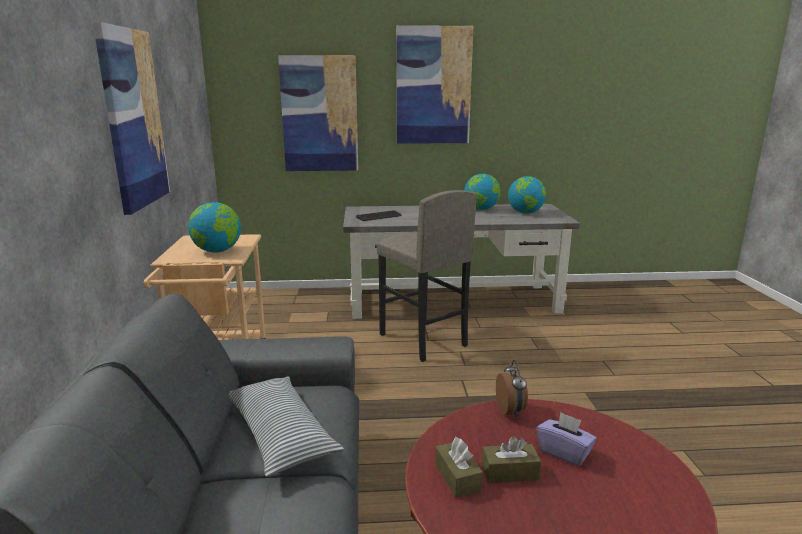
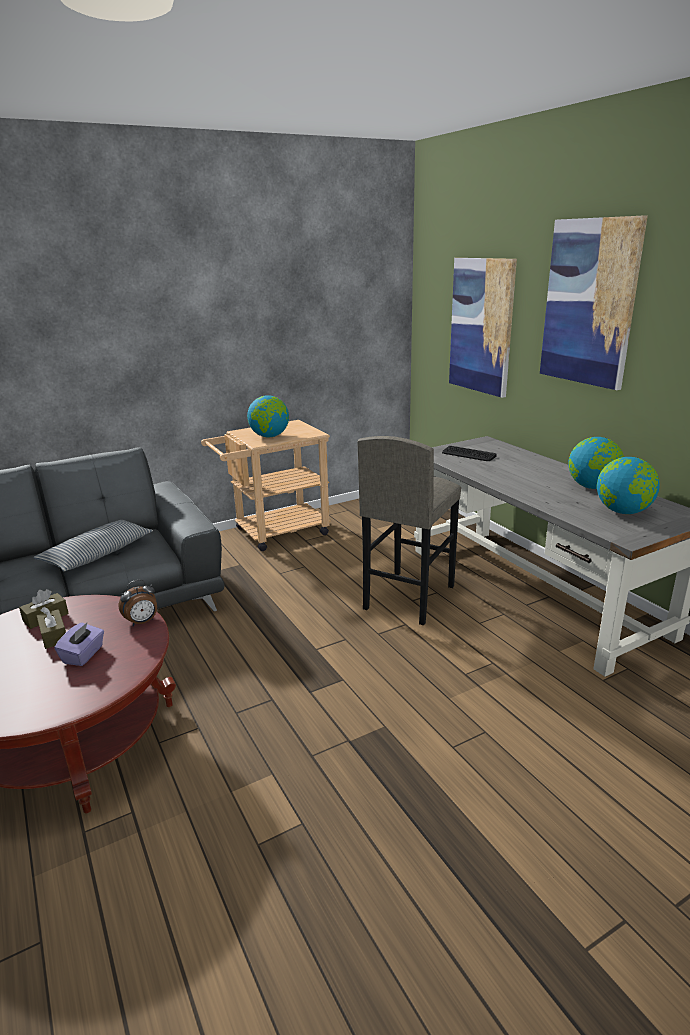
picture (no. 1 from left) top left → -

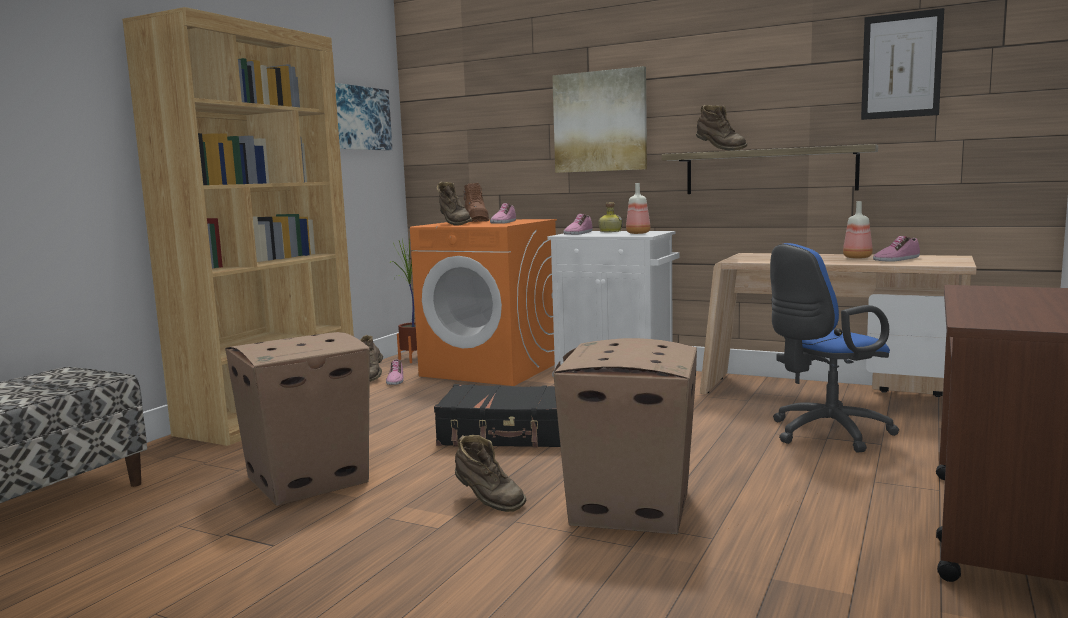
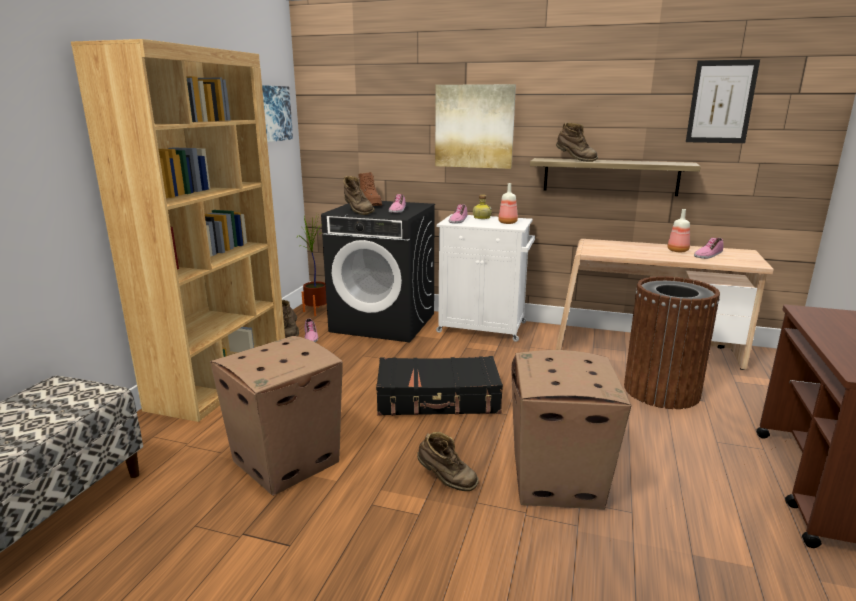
orange washing machine centre → black washing machine centre
blue office chair middle right → brown trash can middle right

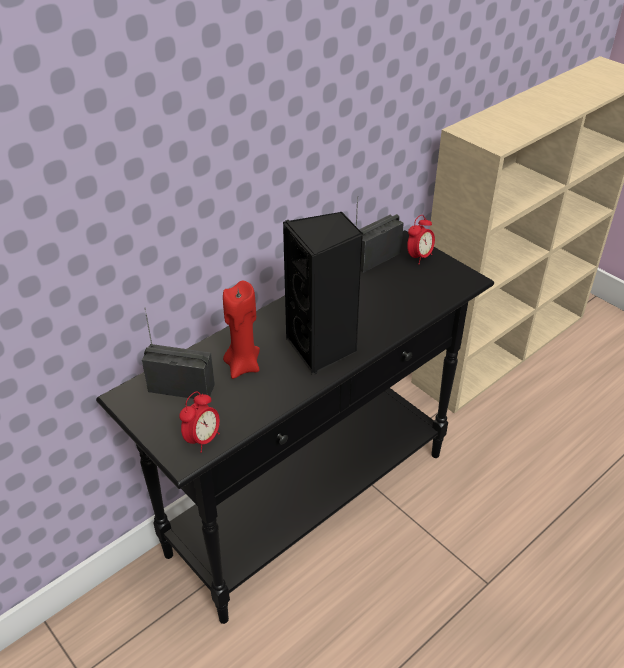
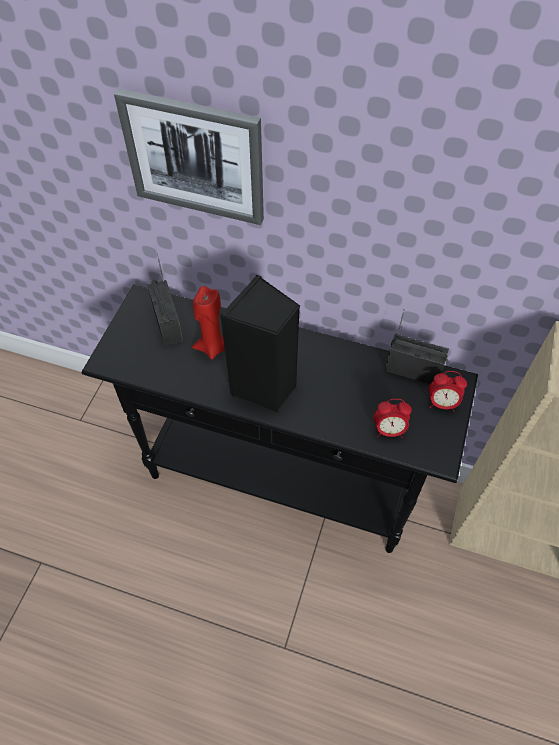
alarm clock (no. 1 from left) middle left → alarm clock (no. 1 from left) middle right, relocated
- → picture top centre

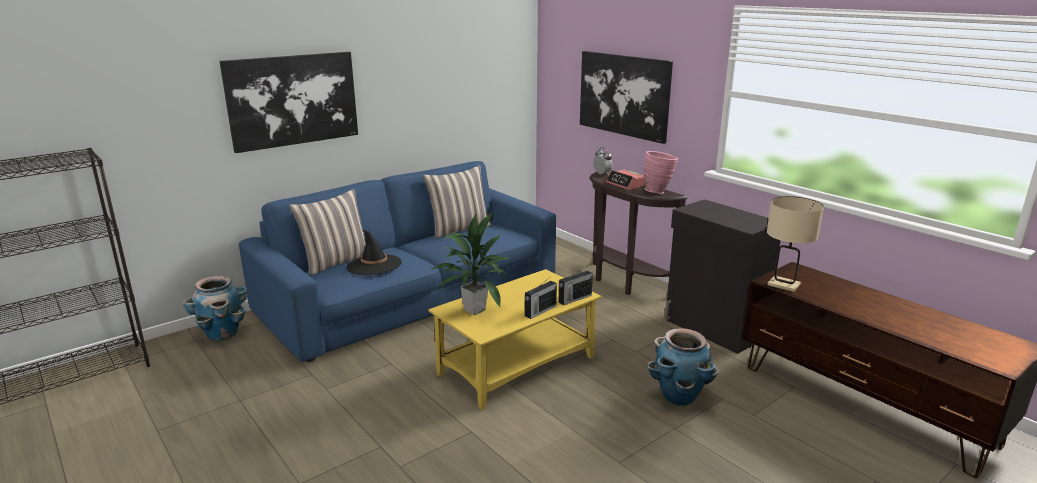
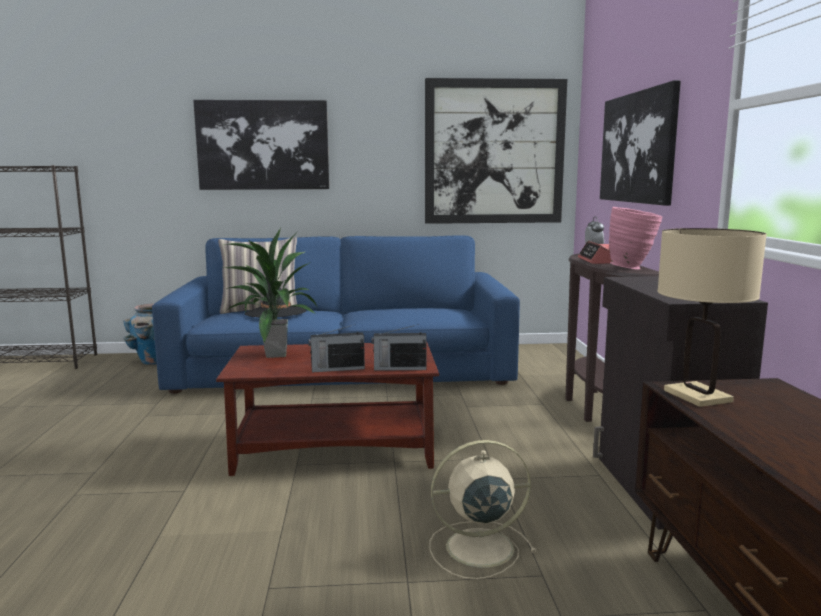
pillow (no. 2 from left) centre → -
yellow coffee table bottom centre → brown coffee table centre
planter (no. 2 from left) bottom centre → beige fan bottom centre
- → picture (no. 2 from left) top centre

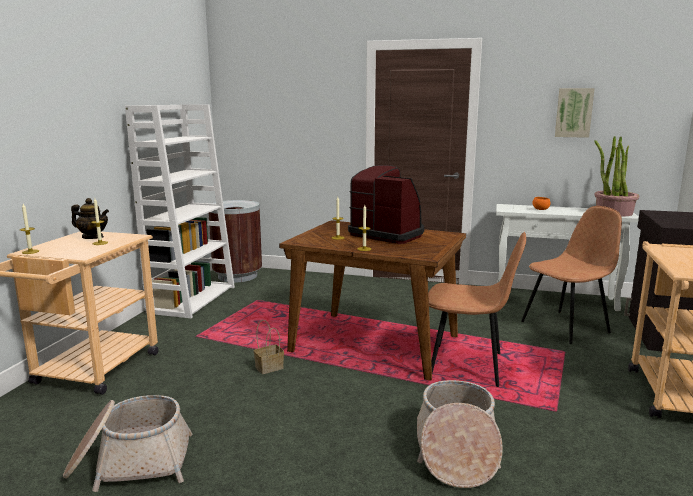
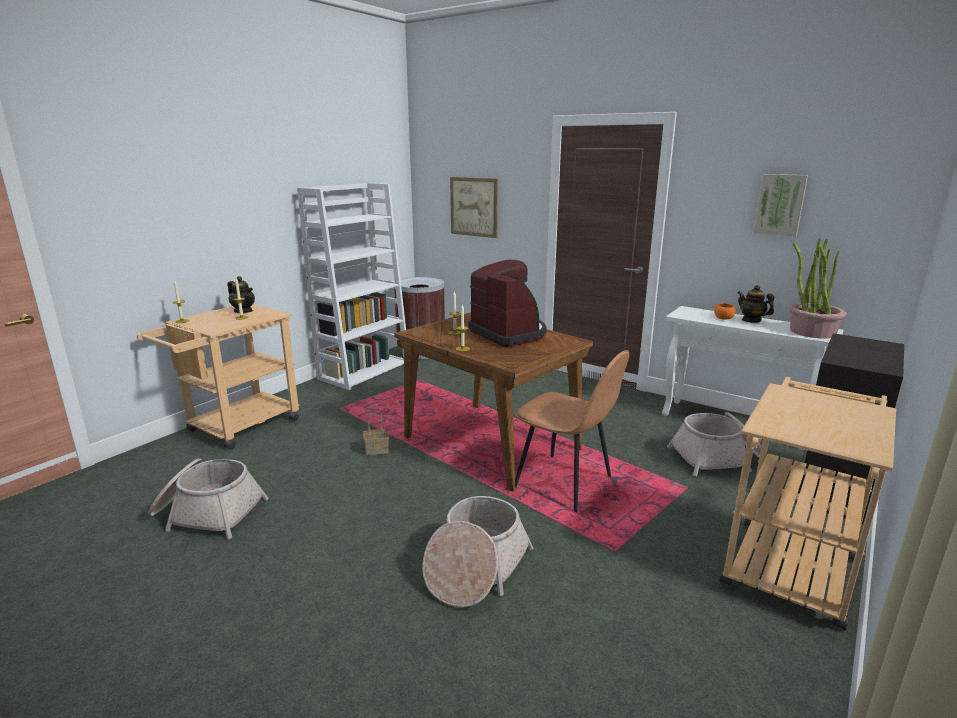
brown chair (no. 2 from left) middle right → basket (no. 4 from left) middle right
- → picture (no. 1 from left) top centre
- → teapot (no. 2 from left) middle right

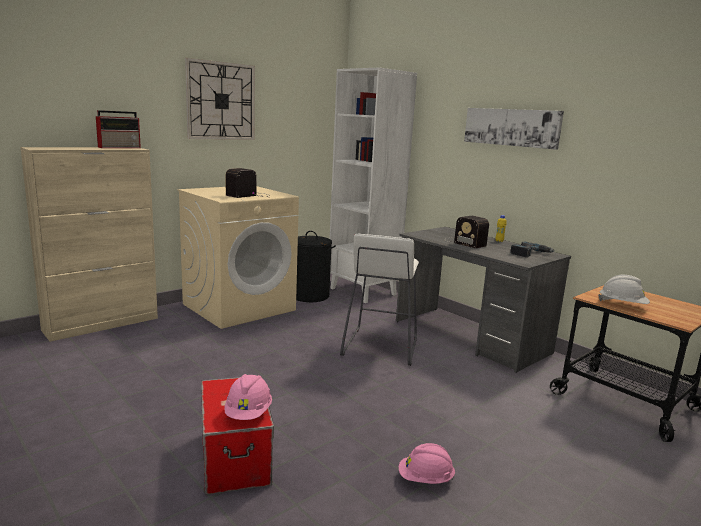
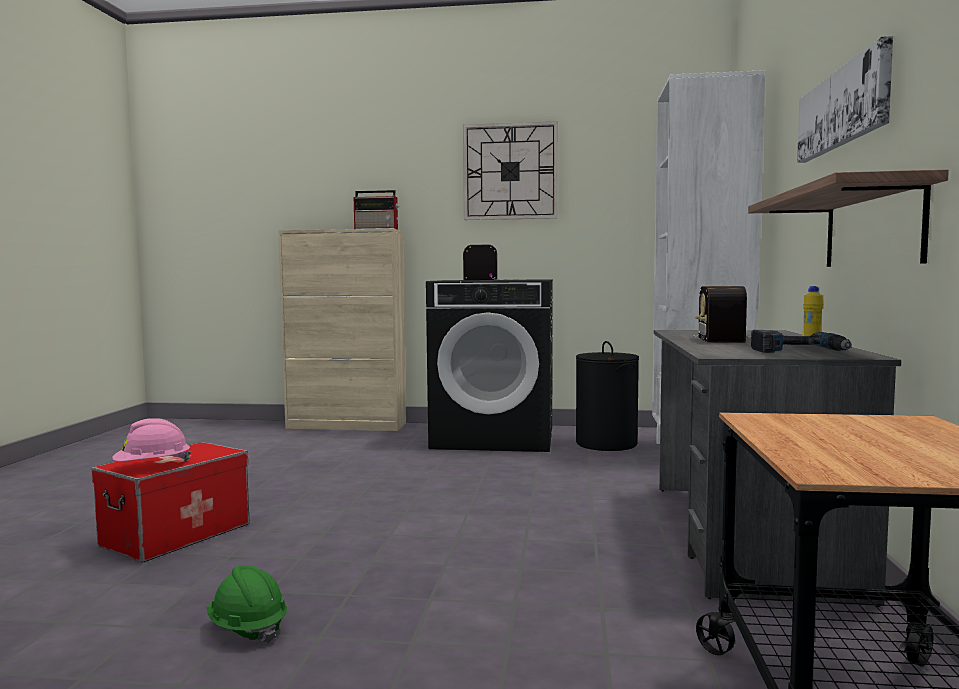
beige washing machine centre → black washing machine centre
white stool centre → -
pink hard hat (no. 2 from left) bottom centre → green hard hat bottom left
white hard hat middle right → -
- → shelf top right

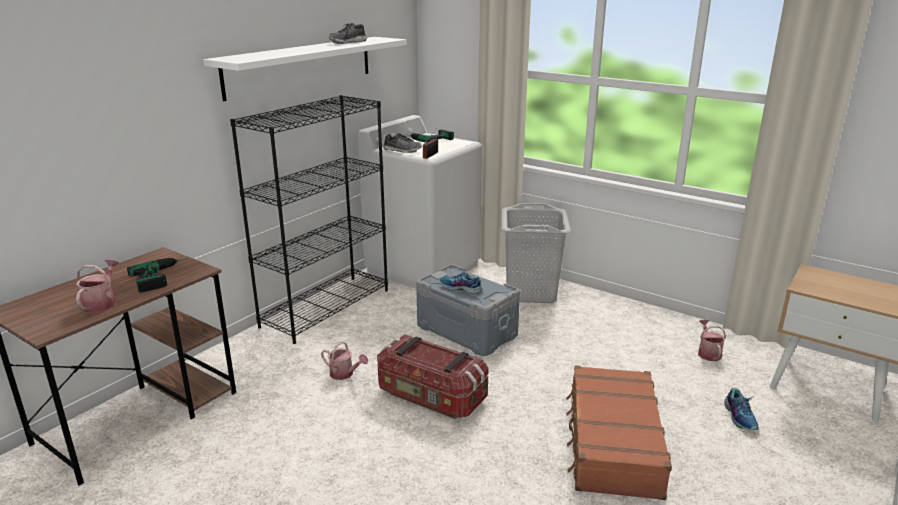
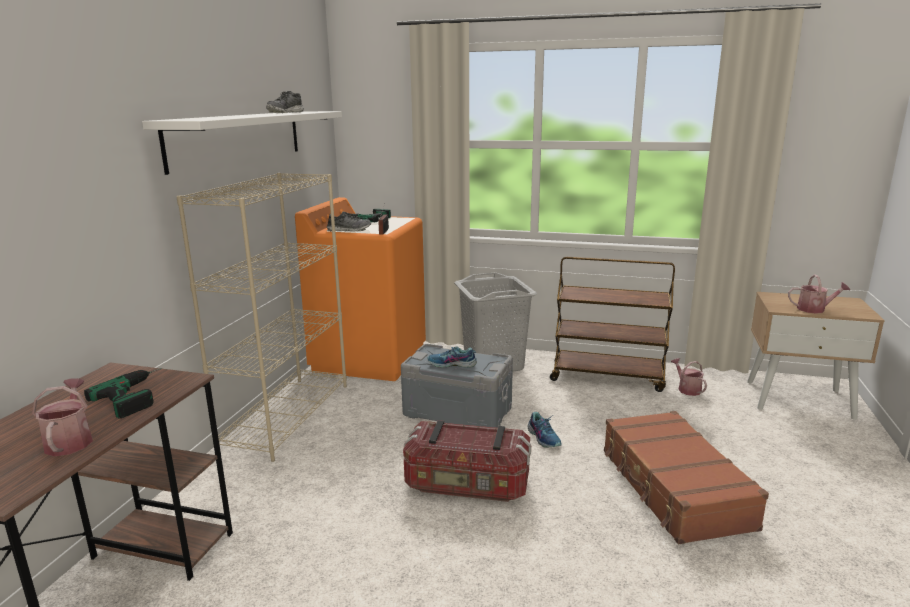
black bookcase centre → beige bookcase middle left
watering can (no. 2 from left in the first image) bottom centre → watering can (no. 3 from left) middle right, relocated
white washing machine centre → orange washing machine centre
shoe (no. 4 from left) bottom right → shoe (no. 4 from left) bottom centre, relocated
- → brown cart middle right

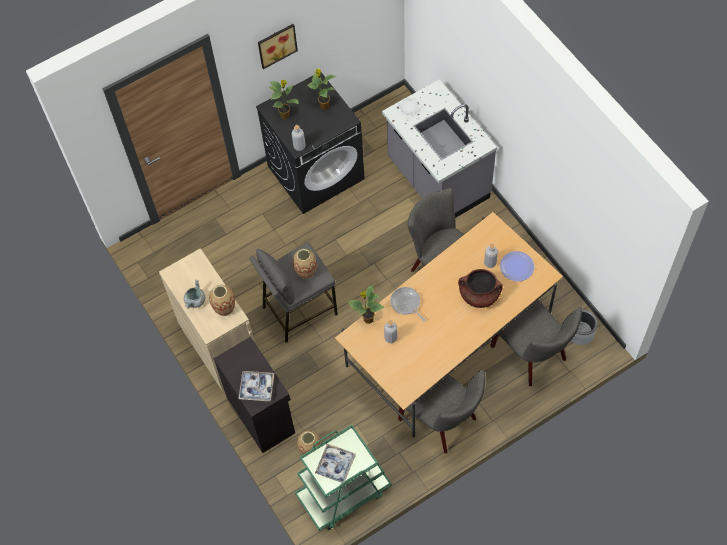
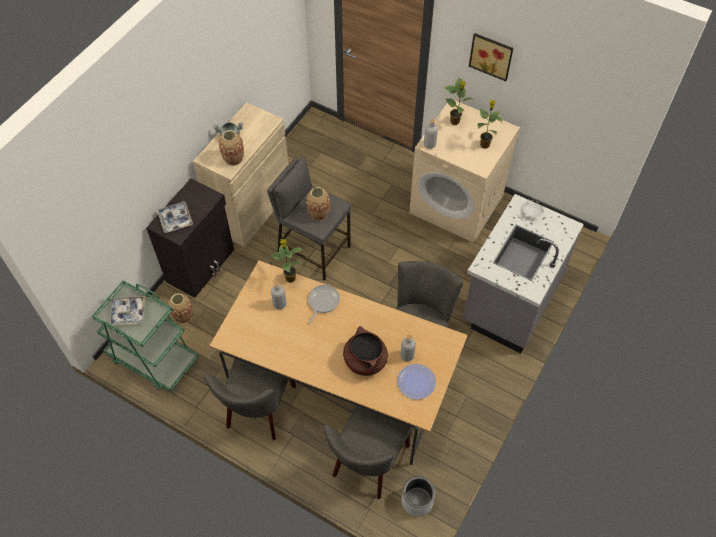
black washing machine top centre → beige washing machine top centre

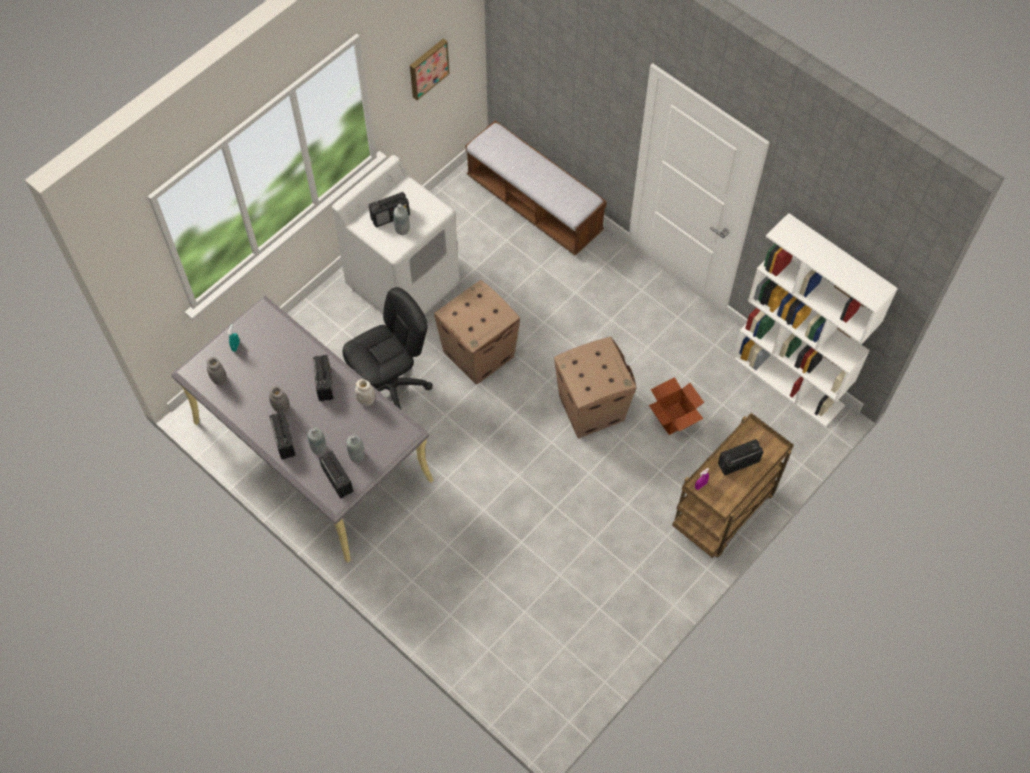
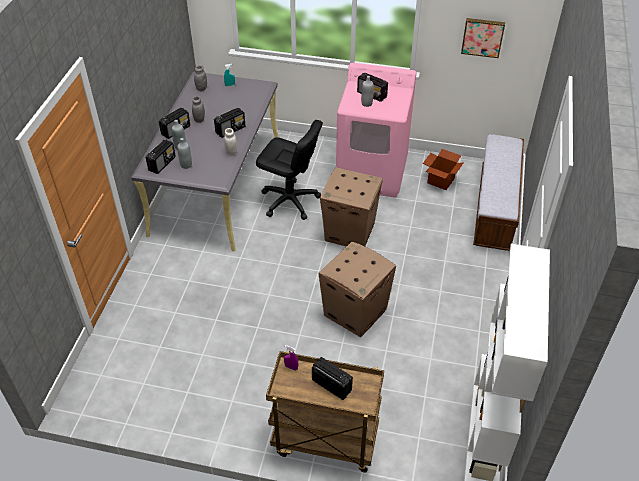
white washing machine top centre → pink washing machine top centre
cardboard box (no. 3 from left) centre → cardboard box (no. 3 from left) middle right, relocated

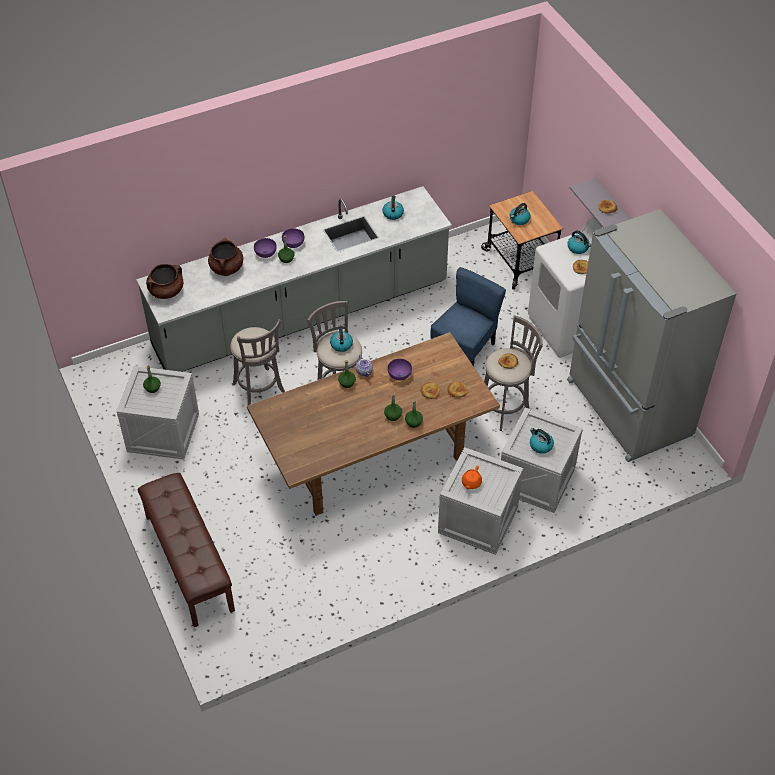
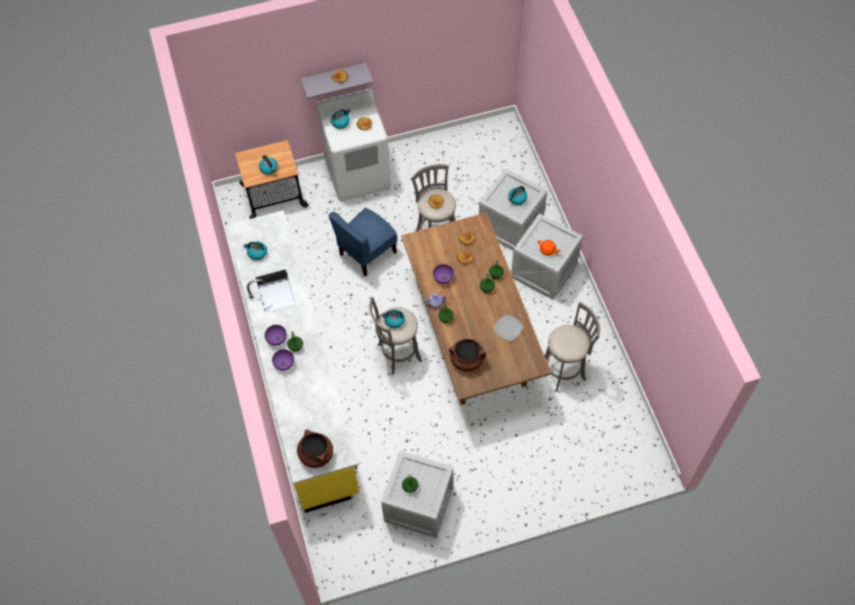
grey counter centre → yellow counter centre
brown bench bottom left → -
brown cooking pot (no. 2 from left) top left → brown cooking pot (no. 2 from left) centre, relocated
grey stool (no. 1 from left in the first image) middle left → grey stool (no. 3 from left) middle right, relocated
blue chair centre, 90 degrees counterclockwise
grey fridge middle right → -
- → plate centre

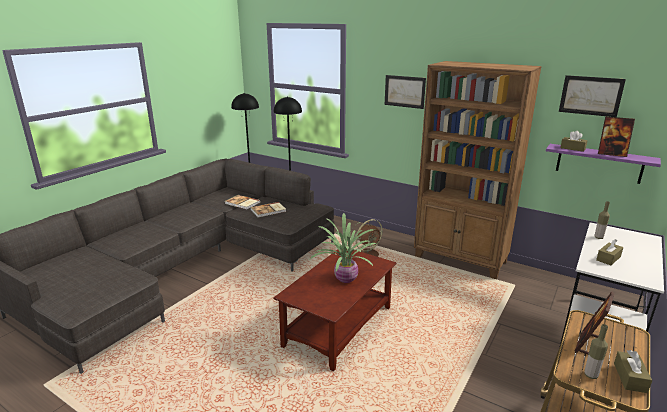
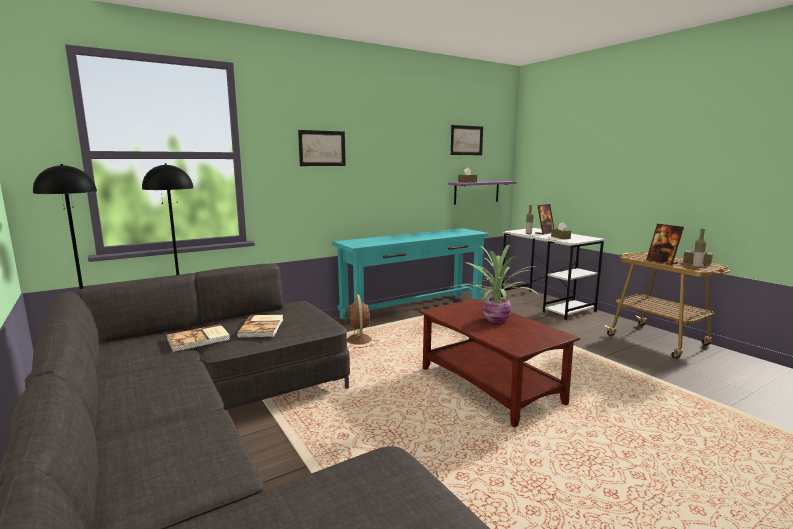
brown bookcase middle right → turquoise console table centre
picture frame (no. 2 from left in the first image) top right → picture frame (no. 1 from left) middle right, relocated

